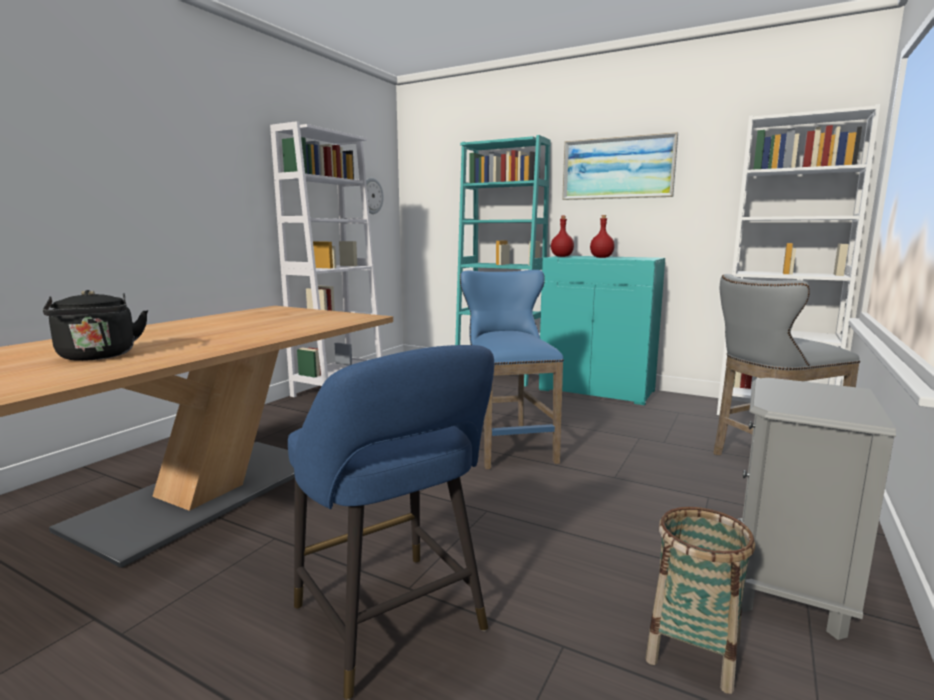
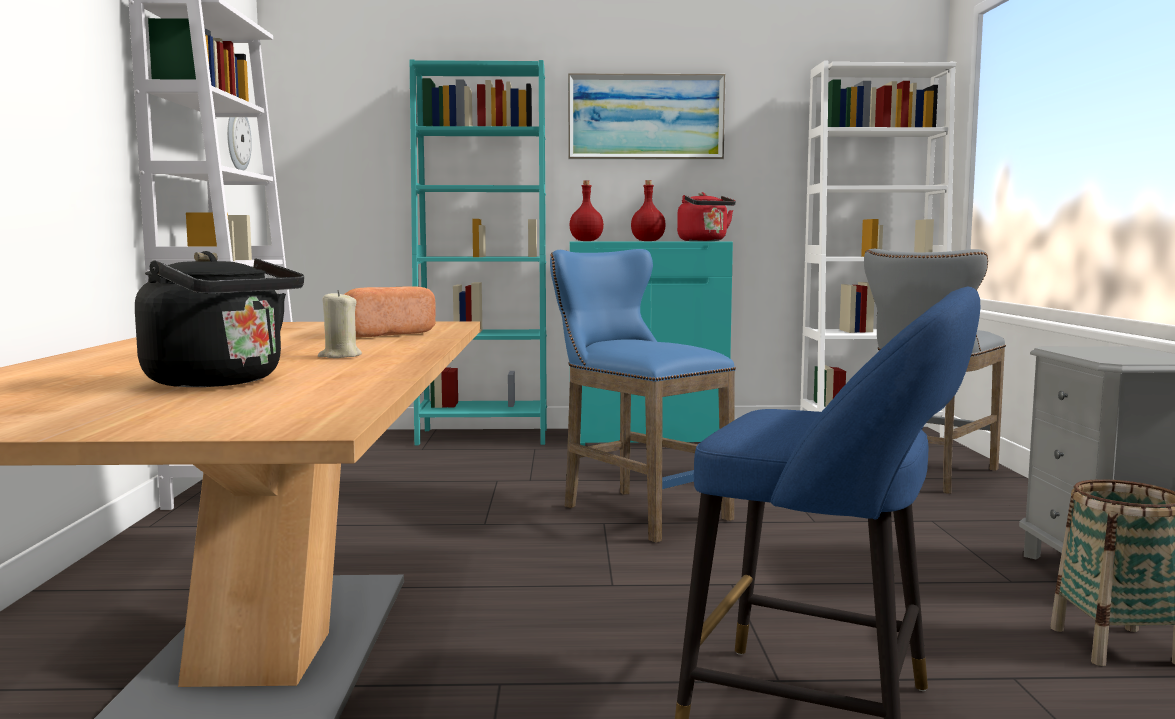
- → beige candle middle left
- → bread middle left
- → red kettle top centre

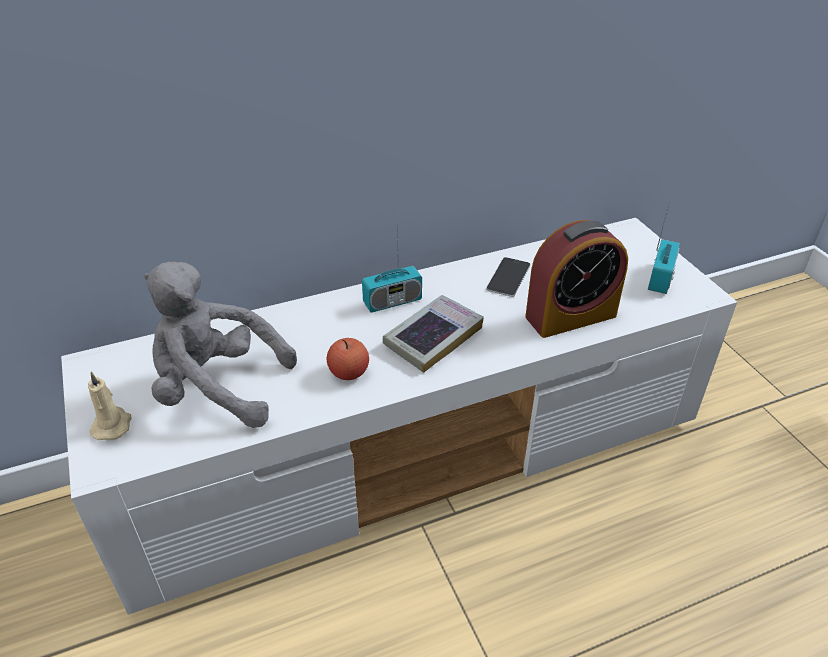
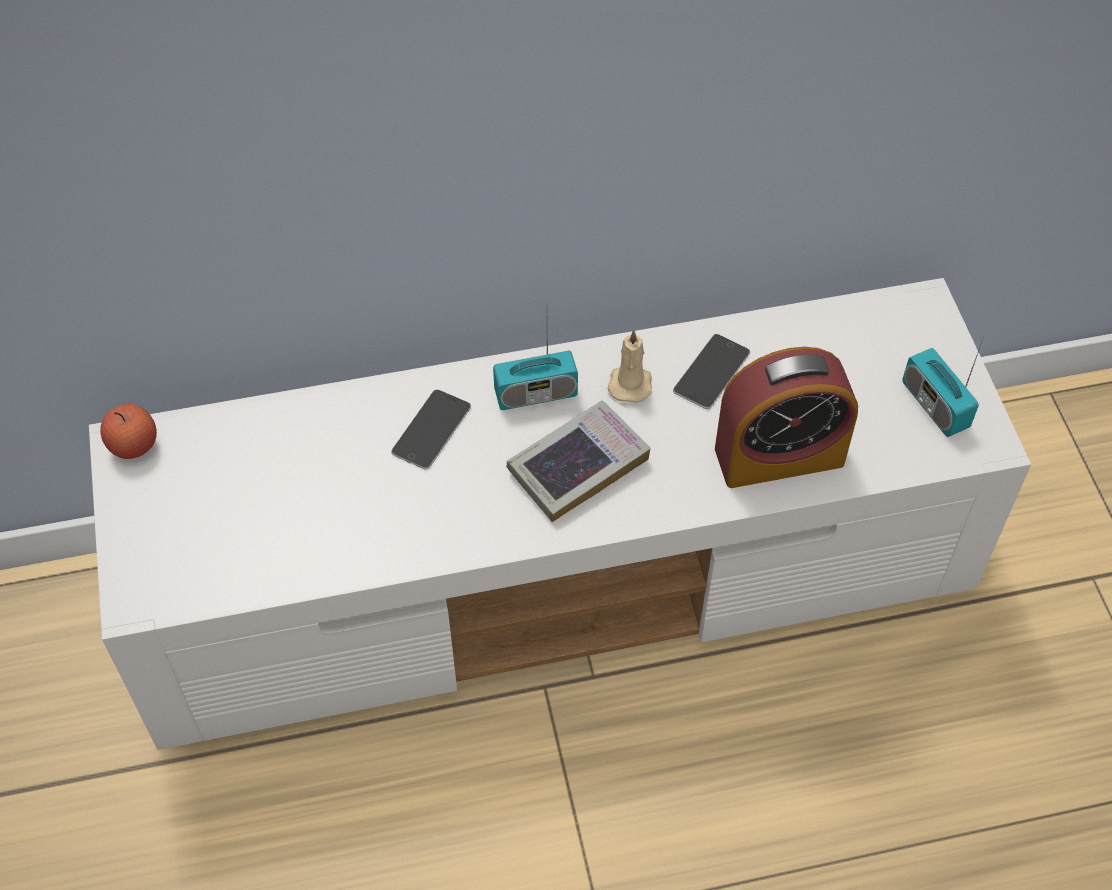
beige candle middle left → beige candle centre, relocated
grey plush toy middle left → -
apple centre → apple middle left, relocated
radio (no. 2 from left) middle right, 120 degrees clockwise
- → phone (no. 1 from left) centre

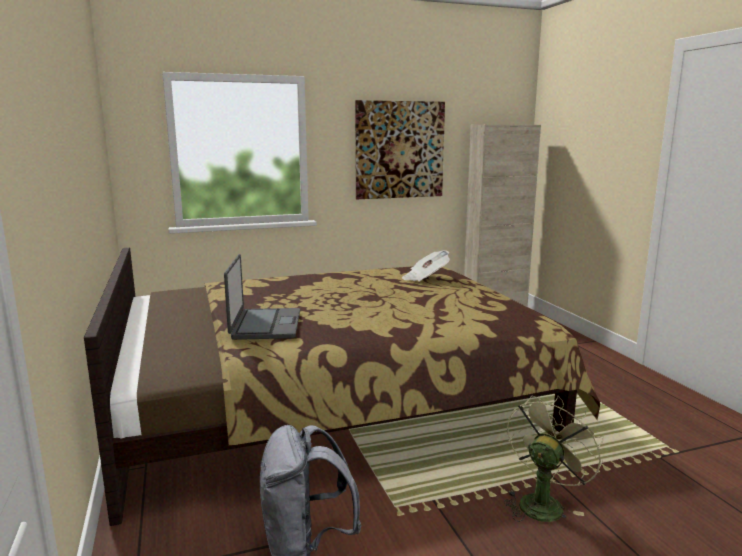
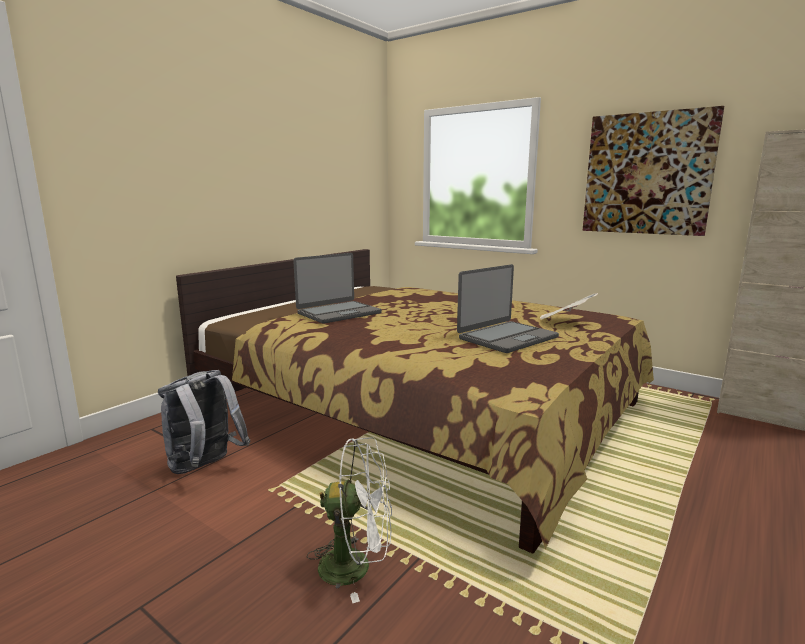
green fan bottom right → white fan bottom centre
- → laptop (no. 2 from left) centre

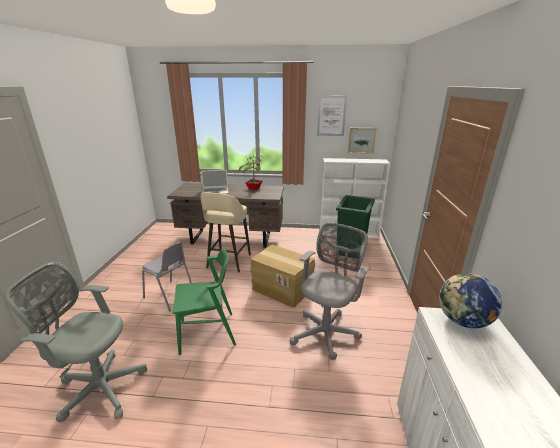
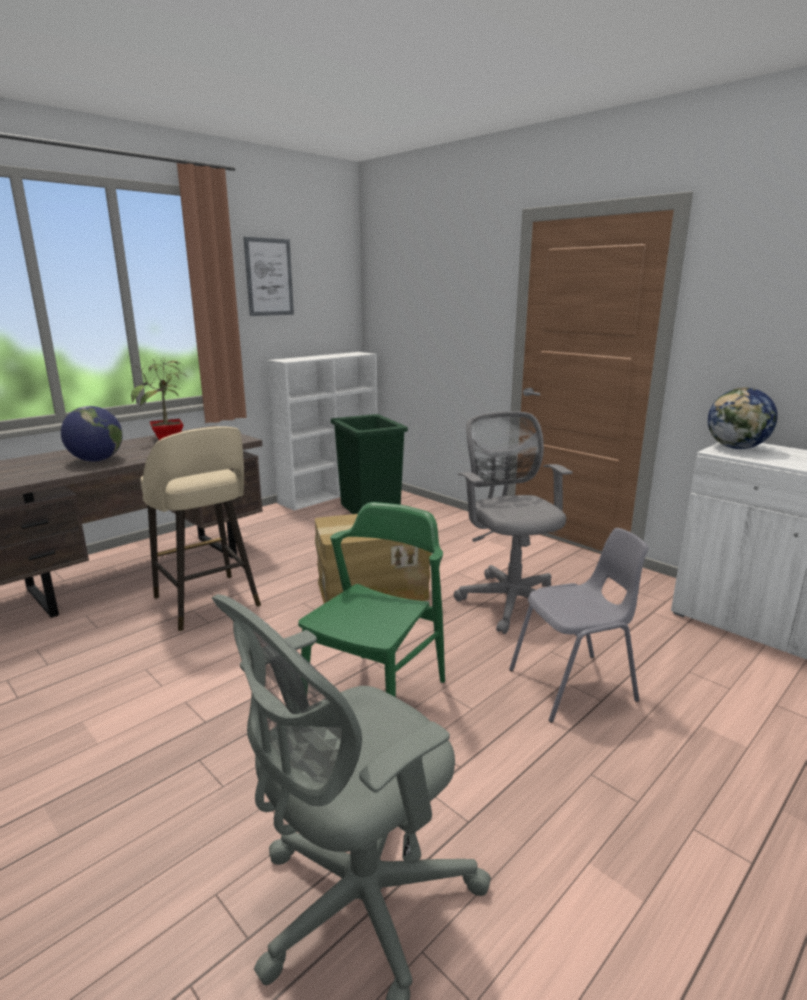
grey chair middle left → grey chair middle right, relocated
laptop centre → globe (no. 1 from left) middle left
picture (no. 2 from left) top centre → -

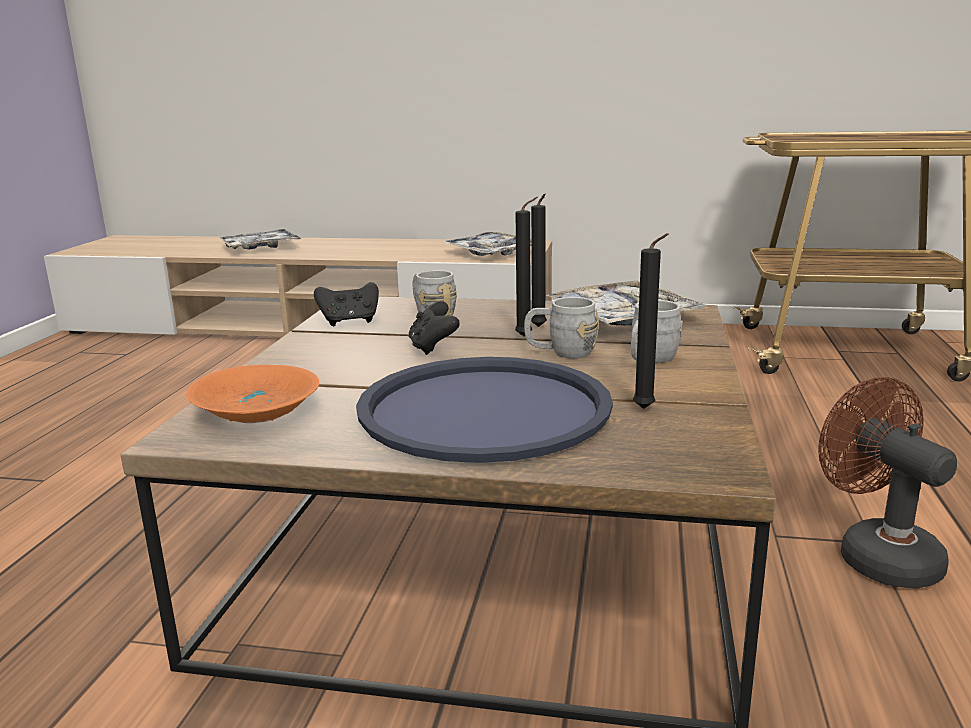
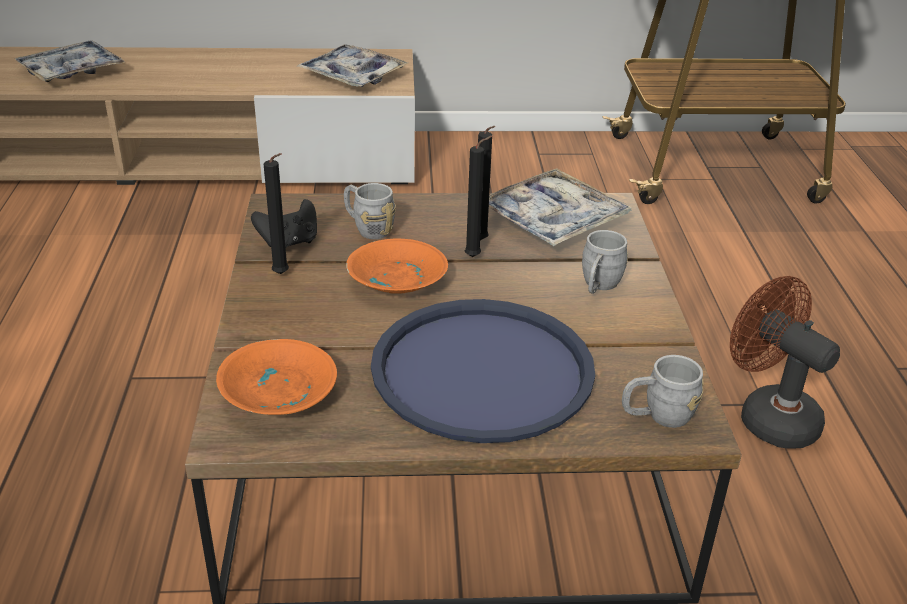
black game controller (no. 2 from left) centre → orange bowl (no. 2 from left) centre
grey mug (no. 2 from left in the first image) centre → grey mug (no. 3 from left) middle right, relocated
black candle (no. 3 from left in the first image) middle right → black candle (no. 1 from left) middle left, relocated

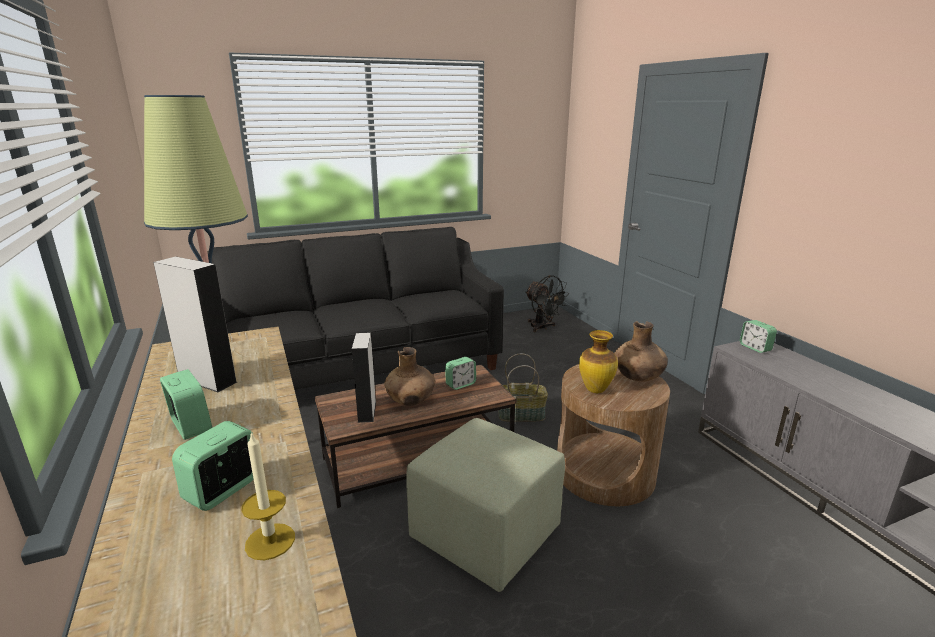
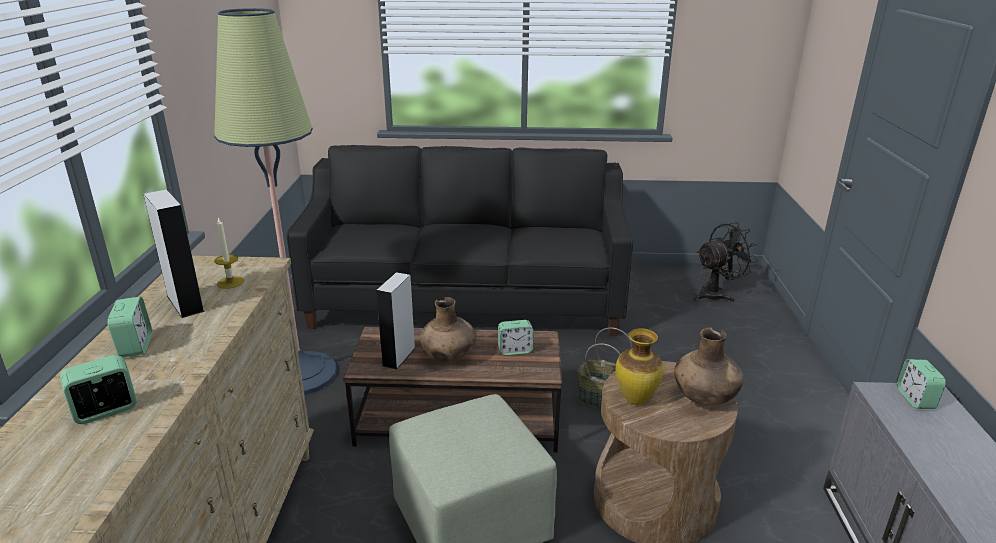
candle bottom left → candle middle left, relocated
black fan centre → black fan middle right, 105 degrees counterclockwise

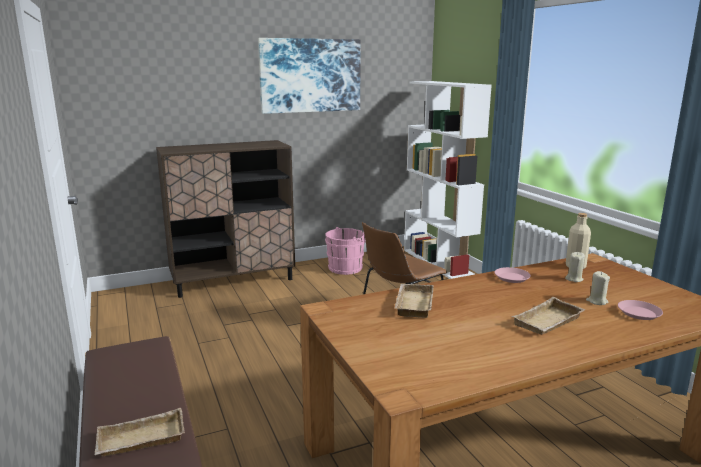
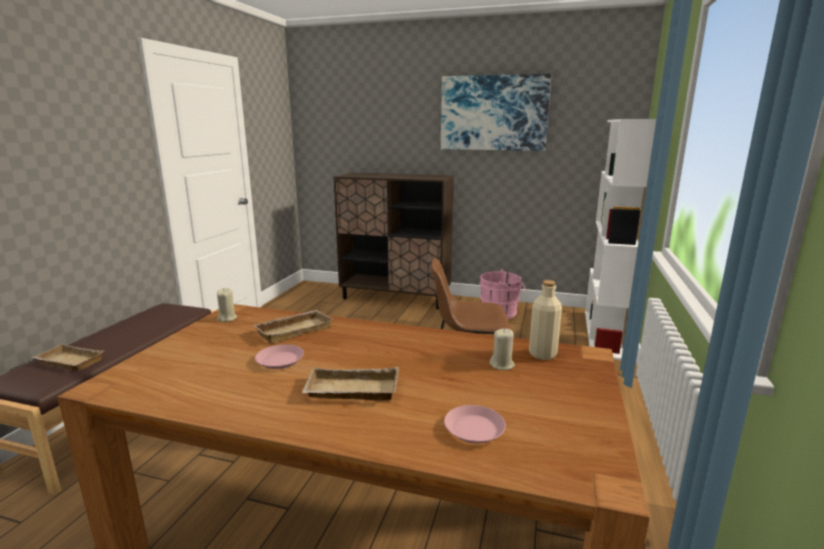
pink plate (no. 1 from left) middle right → pink plate (no. 1 from left) centre, relocated
beige candle (no. 2 from left in the first image) middle right → beige candle (no. 1 from left) middle left, relocated

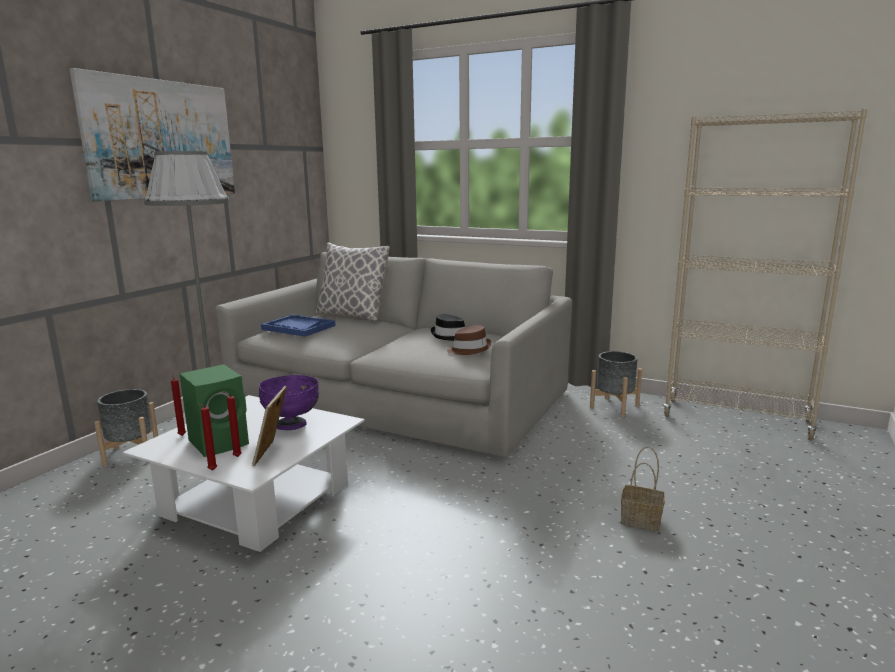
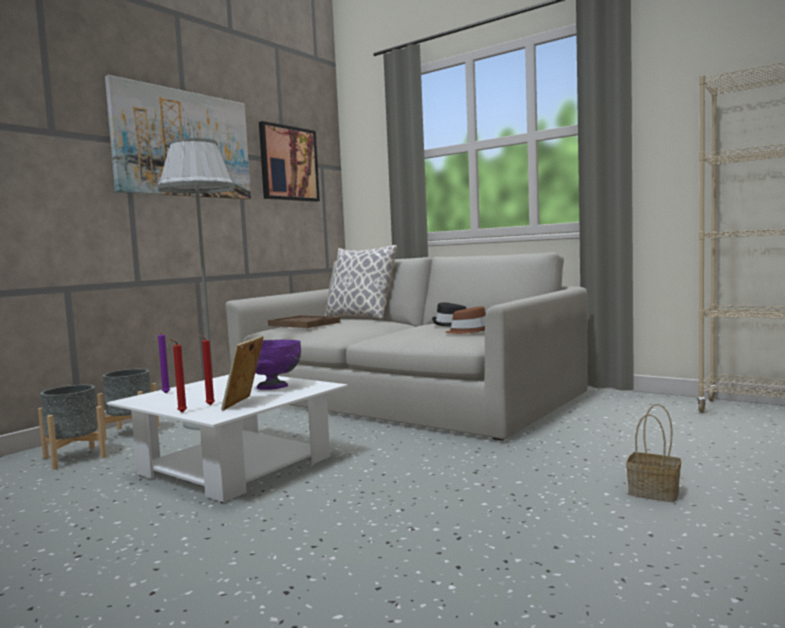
red candle (no. 1 from left) middle left → purple candle middle left
green speaker middle left → -
blue tray middle left → brown tray centre
grey planter (no. 2 from left in the first image) middle right → grey planter (no. 1 from left) bottom left, relocated
- → picture (no. 2 from left) top centre

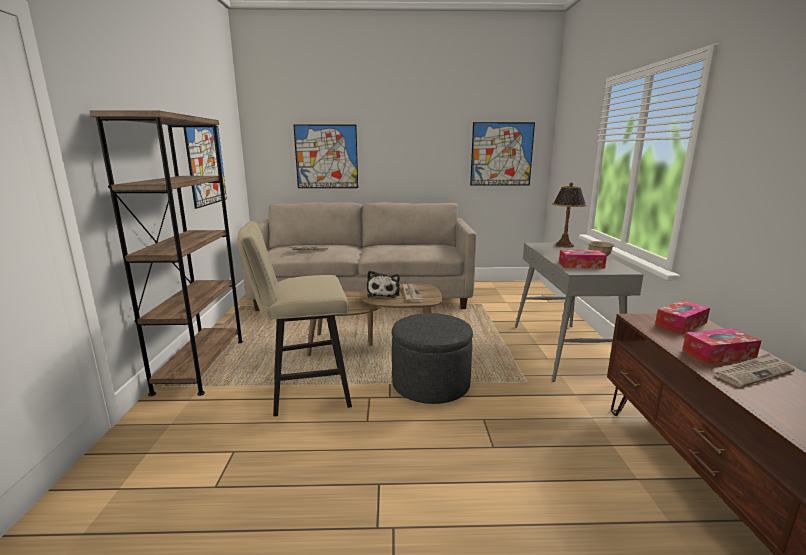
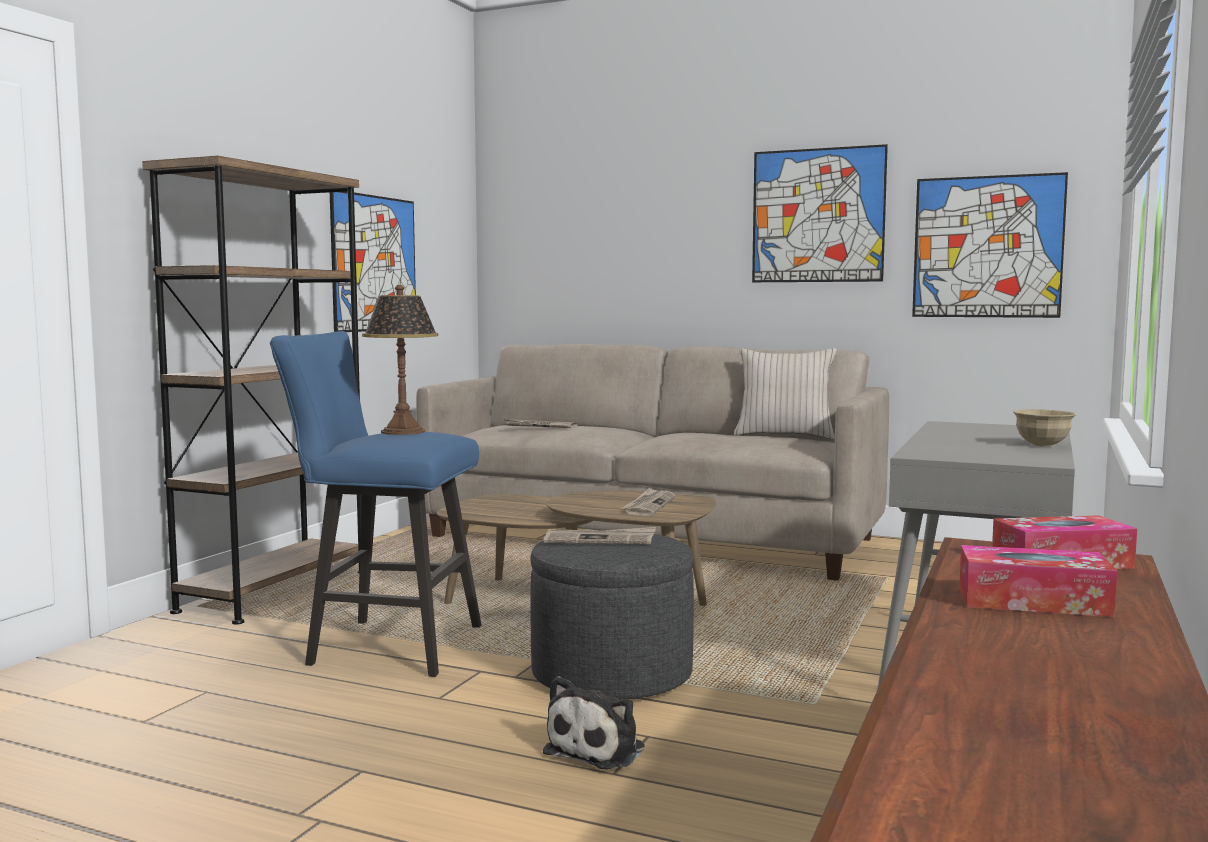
beige stool centre → blue stool middle left
picture (no. 2 from left) top centre → picture (no. 2 from left) top right, relocated
plush toy centre → plush toy bottom centre, relocated
table lamp middle right → table lamp middle left, relocated
tissue box (no. 1 from left) middle right → -
newspaper (no. 3 from left in the first image) bottom right → newspaper (no. 2 from left) centre, relocated
- → beige pillow centre

